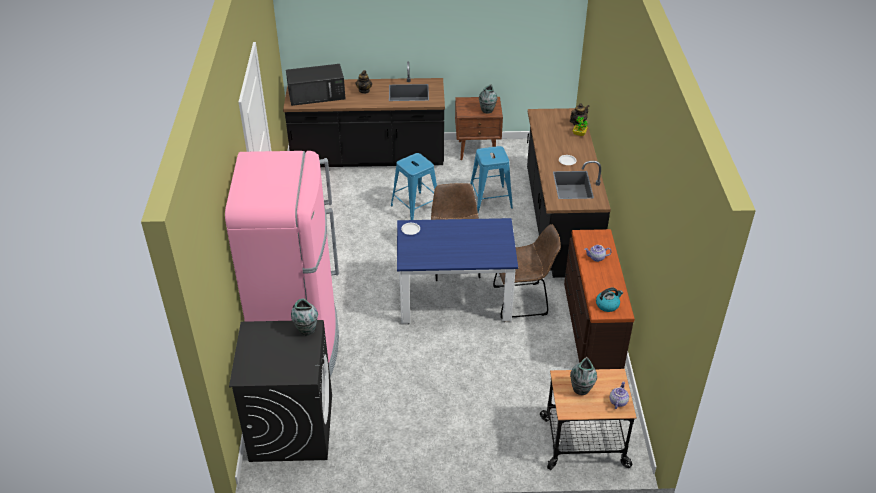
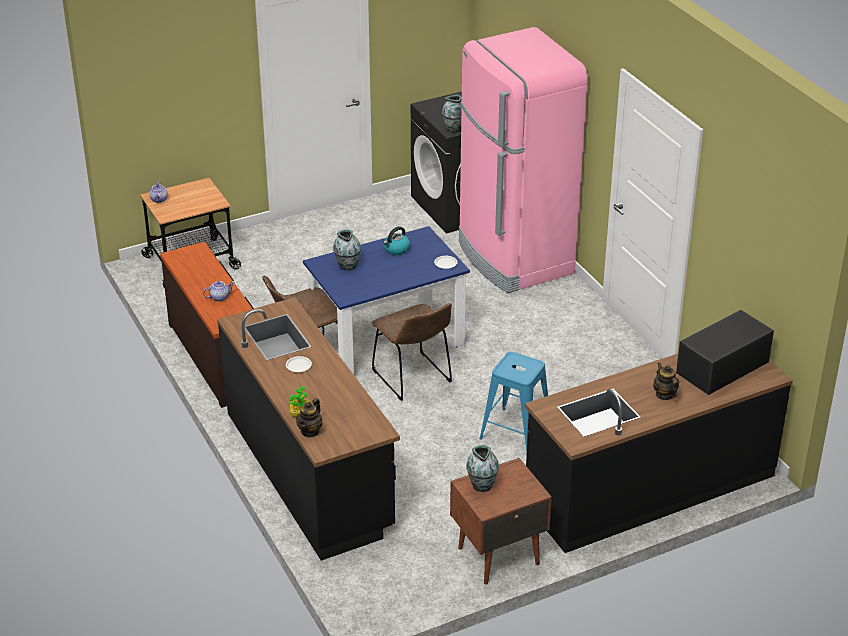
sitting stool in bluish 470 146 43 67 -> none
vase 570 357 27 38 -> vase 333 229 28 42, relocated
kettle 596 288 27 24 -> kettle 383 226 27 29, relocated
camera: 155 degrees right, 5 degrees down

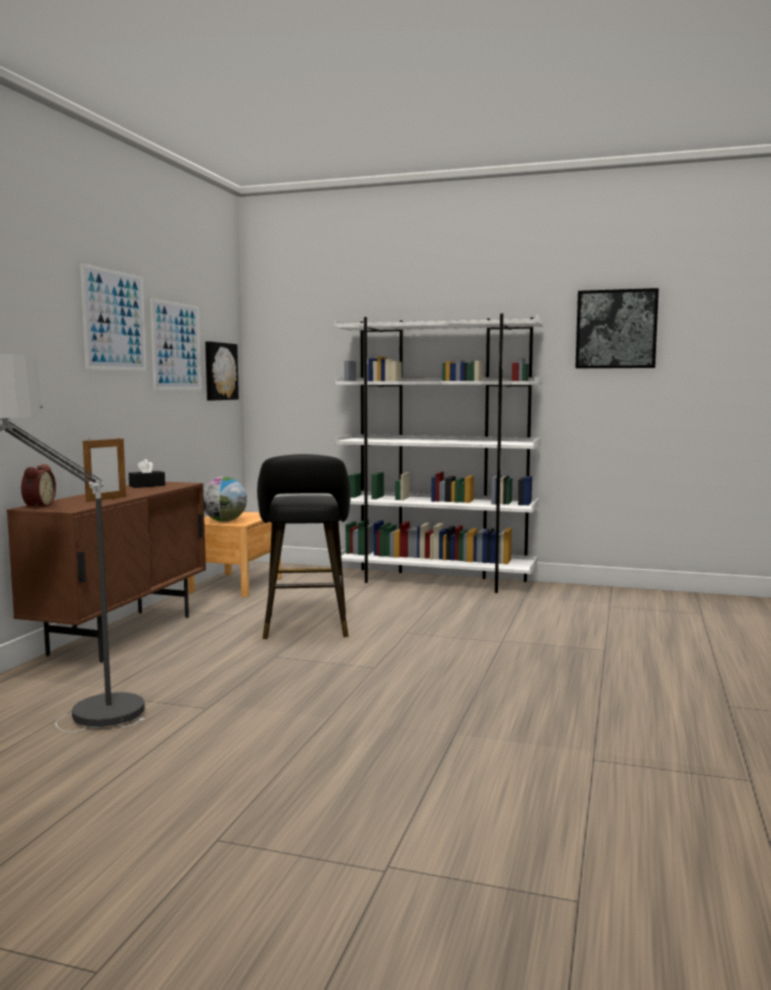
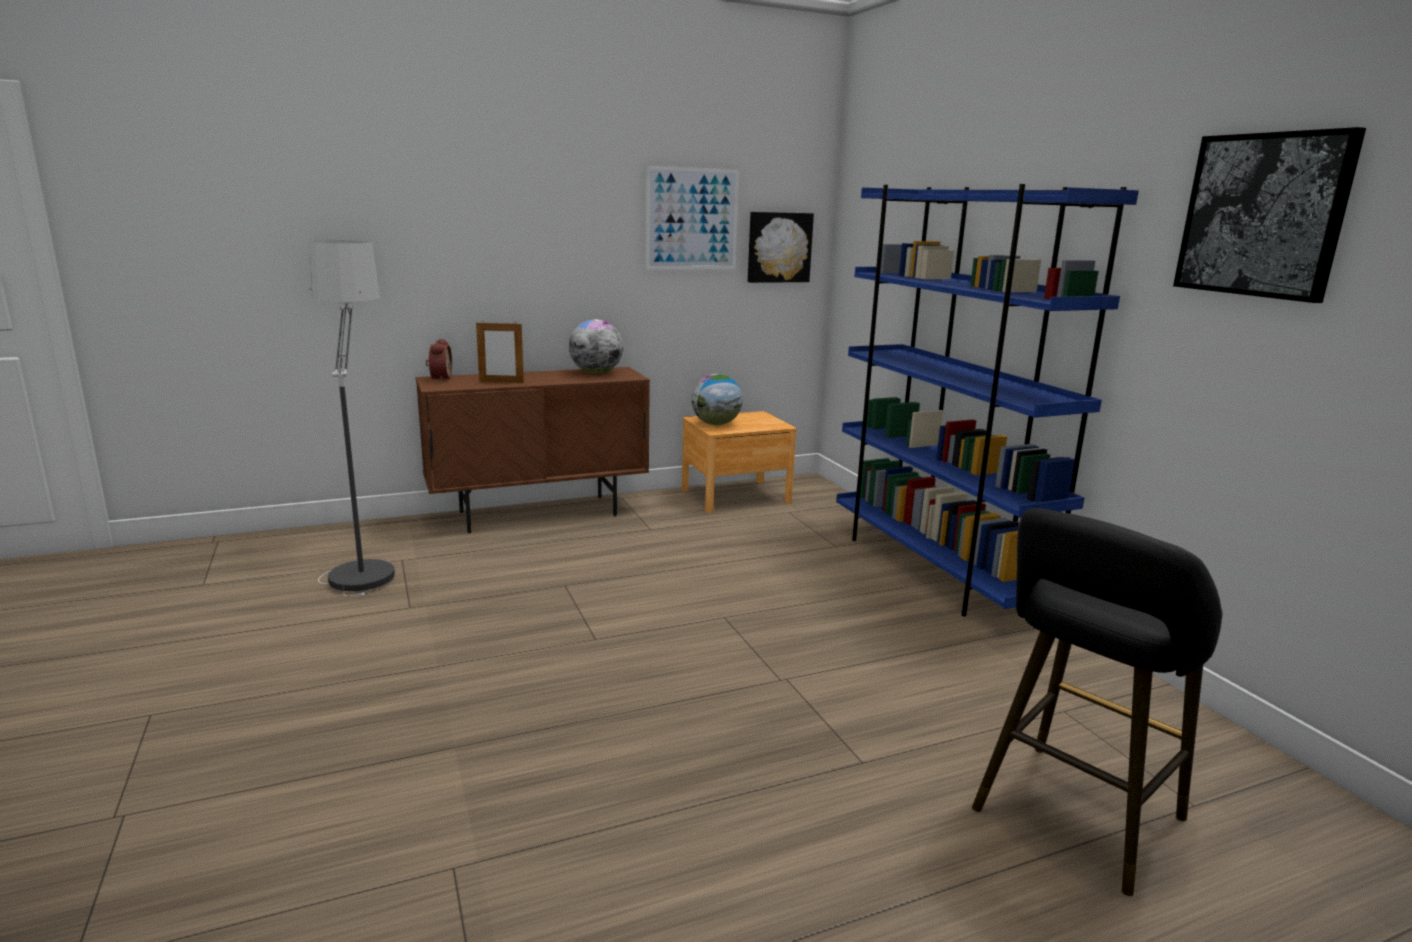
picture 80 263 67 108 -> none
sitting stool in black 257 454 94 185 -> sitting stool in black 972 508 251 388, relocated
tissue holder in black 129 459 36 29 -> globe 569 319 54 55
bookcase in whitish 334 313 210 280 -> bookcase in bluish 836 184 303 433
table clock 21 464 35 45 -> table clock 426 339 26 42, 60 degrees counterclockwise
camera: 50 degrees right, 10 degrees up

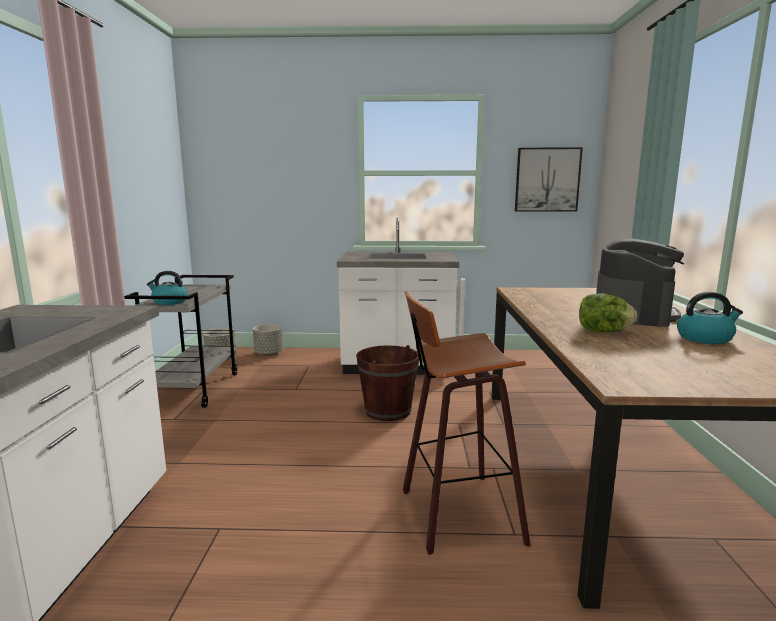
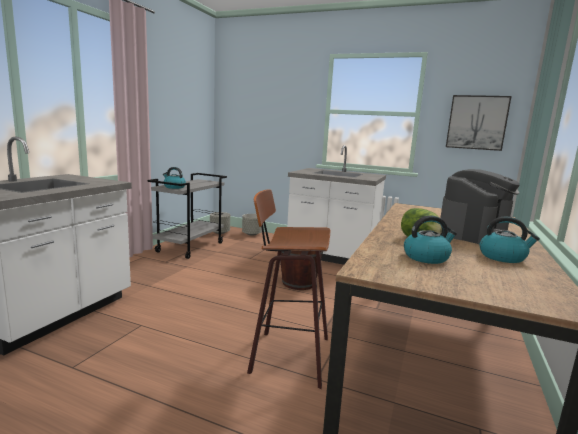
none -> kettle 404 215 53 49
camera: 20 degrees right, 0 degrees up

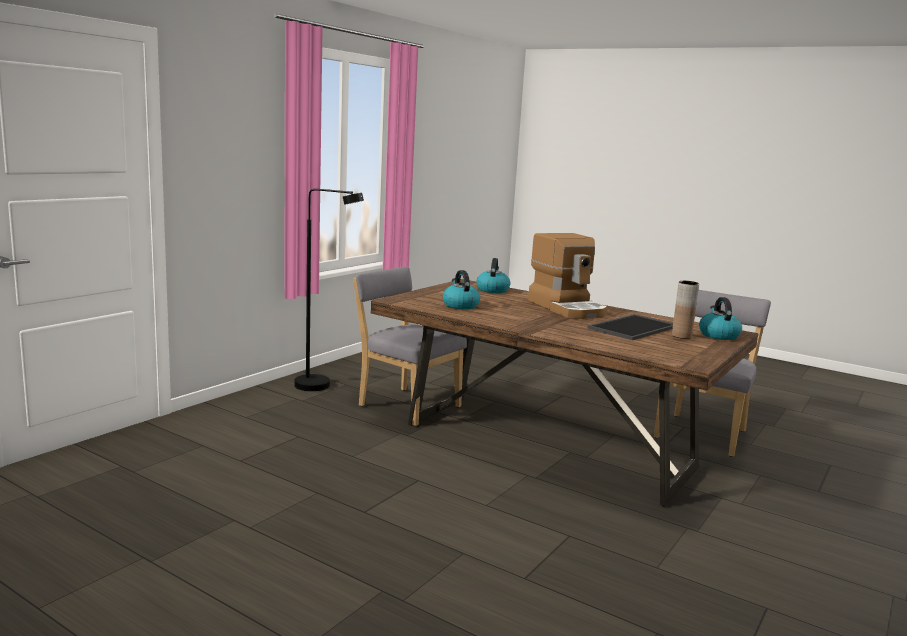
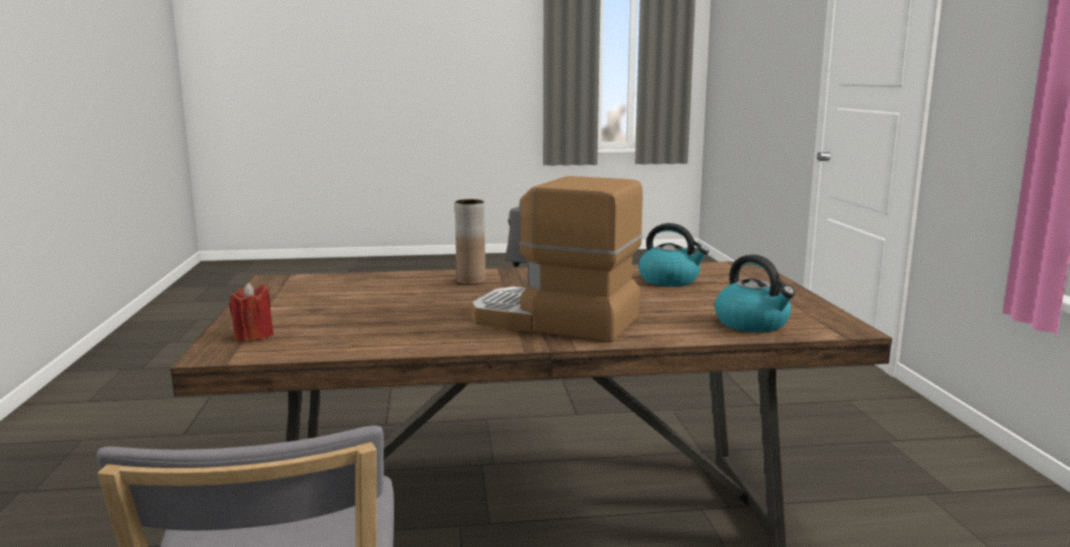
floor lamp in black 294 189 70 202 -> none
upright chair in grey 353 267 114 159 -> none
tray 587 314 86 26 -> none
vase in brown 672 281 27 58 -> vase in brown 455 199 30 86, relocated
kettle 699 297 43 43 -> wax light in red-coloured 229 282 45 60
camera: 140 degrees right, 0 degrees up

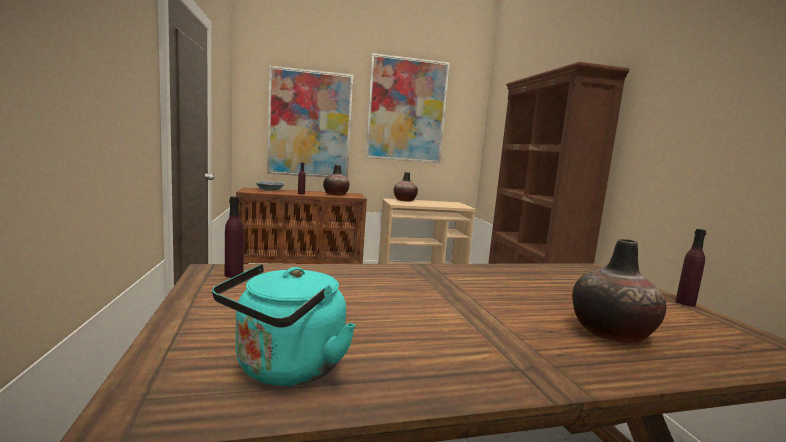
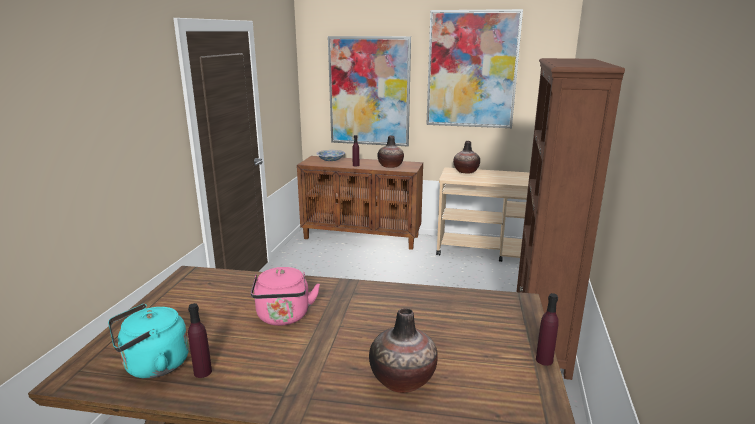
none -> kettle in pink 251 267 69 59
bottle in purple-coloured 225 196 19 82 -> bottle in purple-coloured 188 303 24 75, relocated
camera: 25 degrees right, 10 degrees up

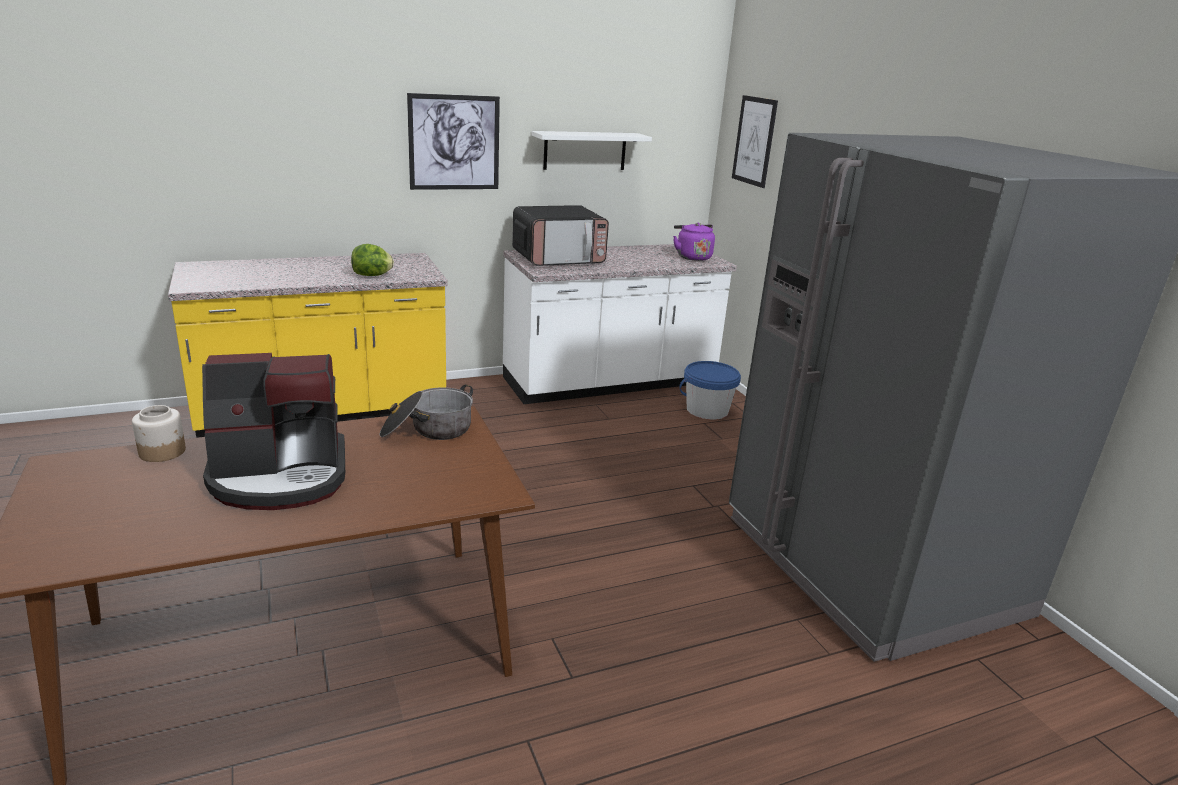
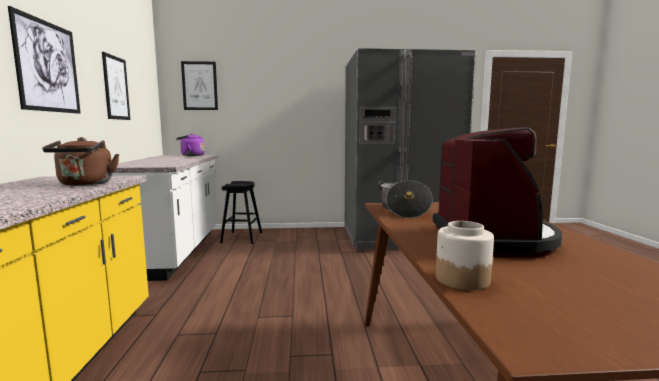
microwave 512 205 97 61 -> none
lettuce 351 244 43 32 -> kettle in brown 42 137 78 49
wall shelf in whitish 531 131 121 39 -> picture 102 52 28 68
water bucket in bluish 679 361 62 59 -> sitting stool in black 220 181 42 63
camera: 70 degrees left, 15 degrees down

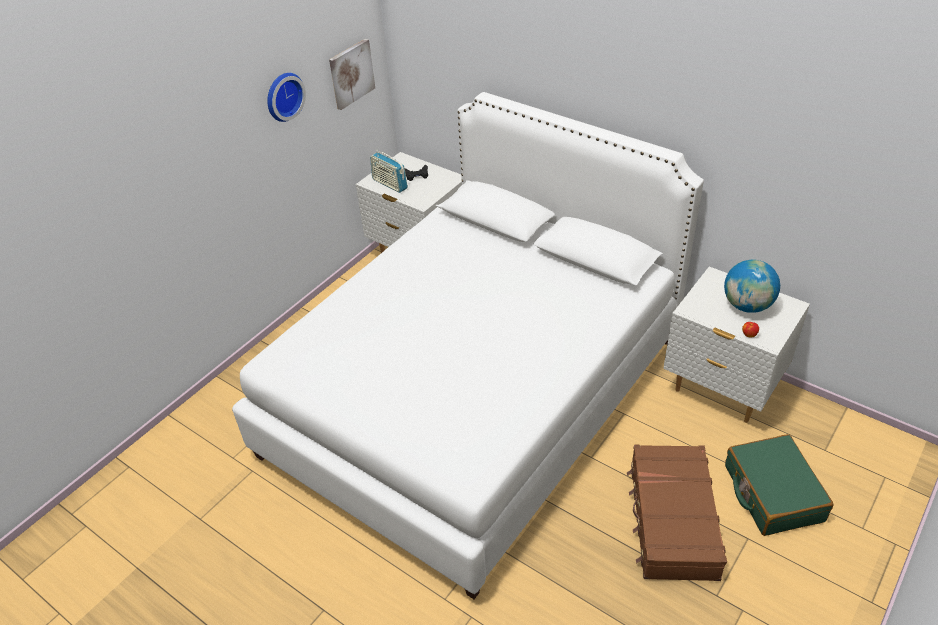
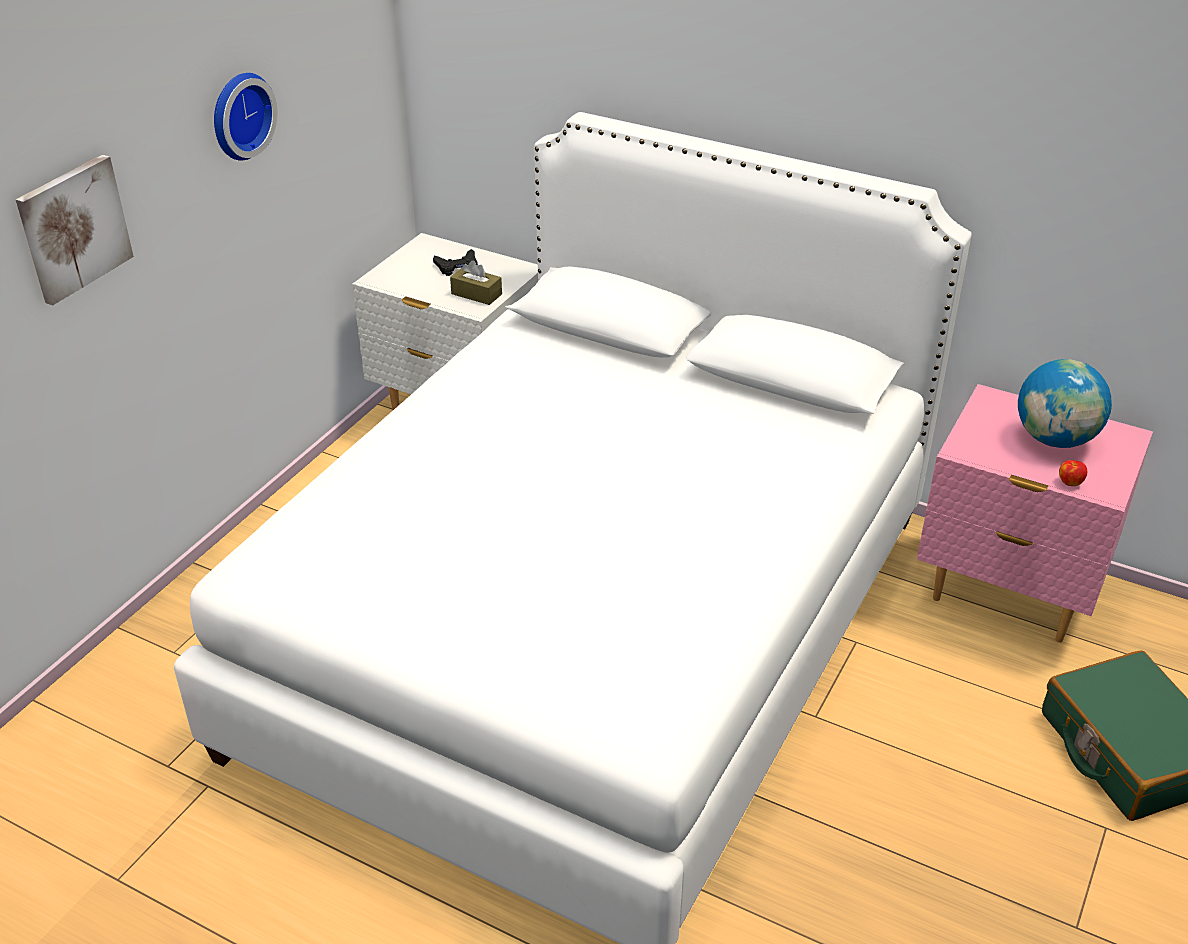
radio set 370 150 38 43 -> none
travel case in brown 627 445 100 136 -> none
none -> tissue holder in brown 450 260 52 45
picture 329 39 46 71 -> picture 16 155 118 150, relocated
bedside table in whitish 664 267 146 156 -> bedside table in pink 917 384 236 258
camera: 10 degrees left, 5 degrees down

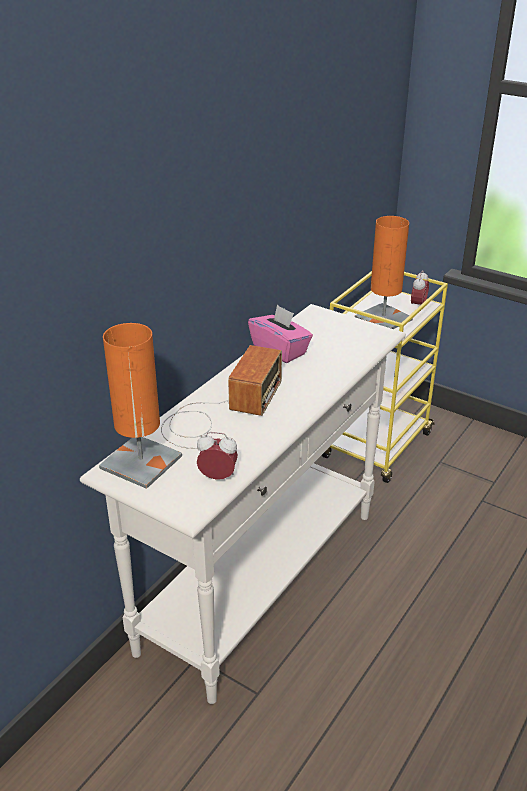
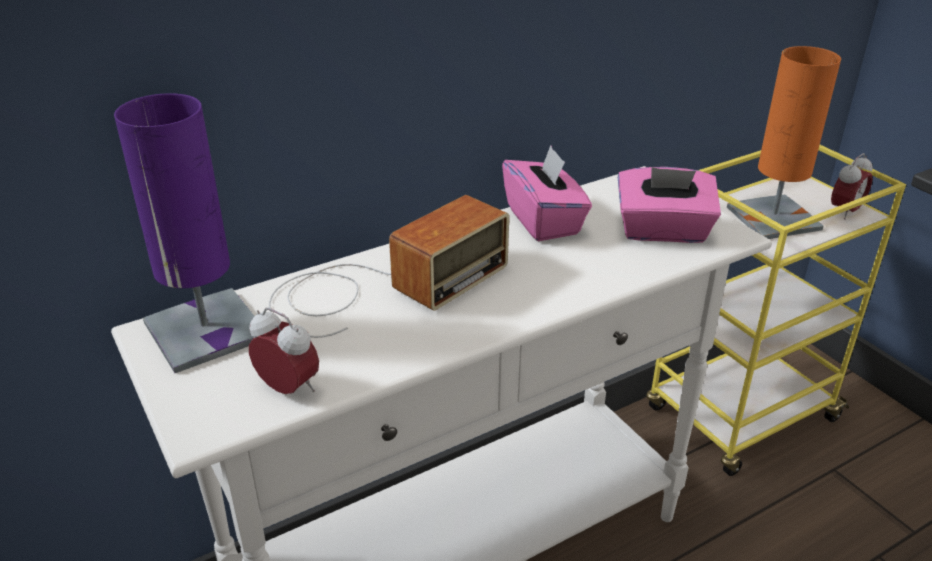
none -> tissue holder in pink 618 167 103 76
table lamp in orange-coloured 99 323 83 166 -> table lamp in purple-coloured 114 93 144 280
camera: 25 degrees right, 0 degrees up

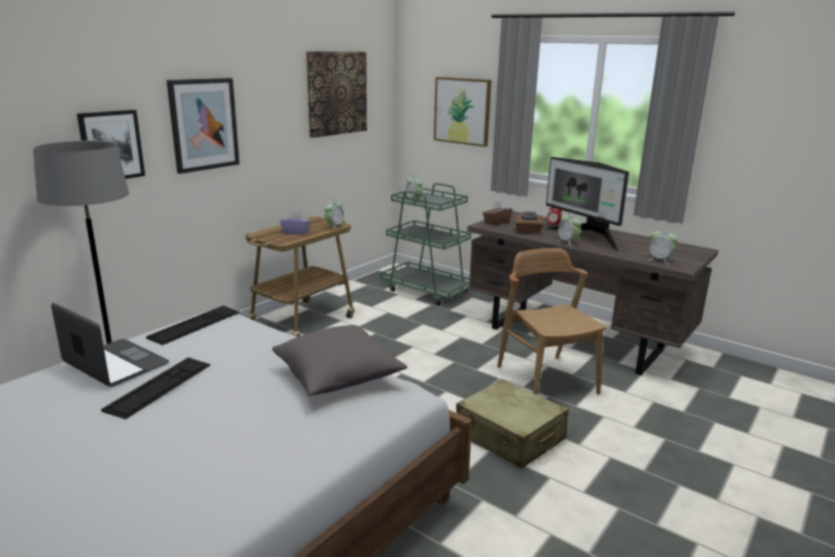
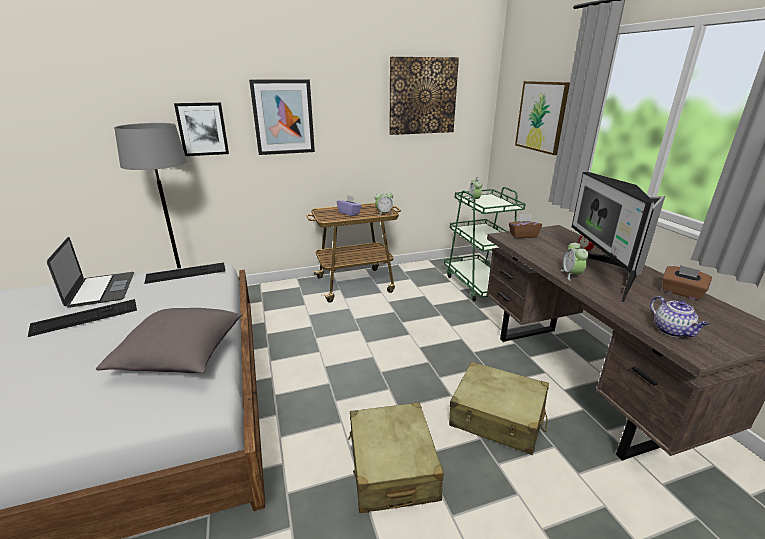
tissue holder in brown 515 211 29 23 -> tissue holder in brown 662 265 50 35, relocated
upright chair in brown 497 248 109 147 -> travel case in beige-coloured 449 362 100 93
table clock 647 228 31 36 -> tea pot 650 296 60 41
camera: 35 degrees right, 5 degrees up

